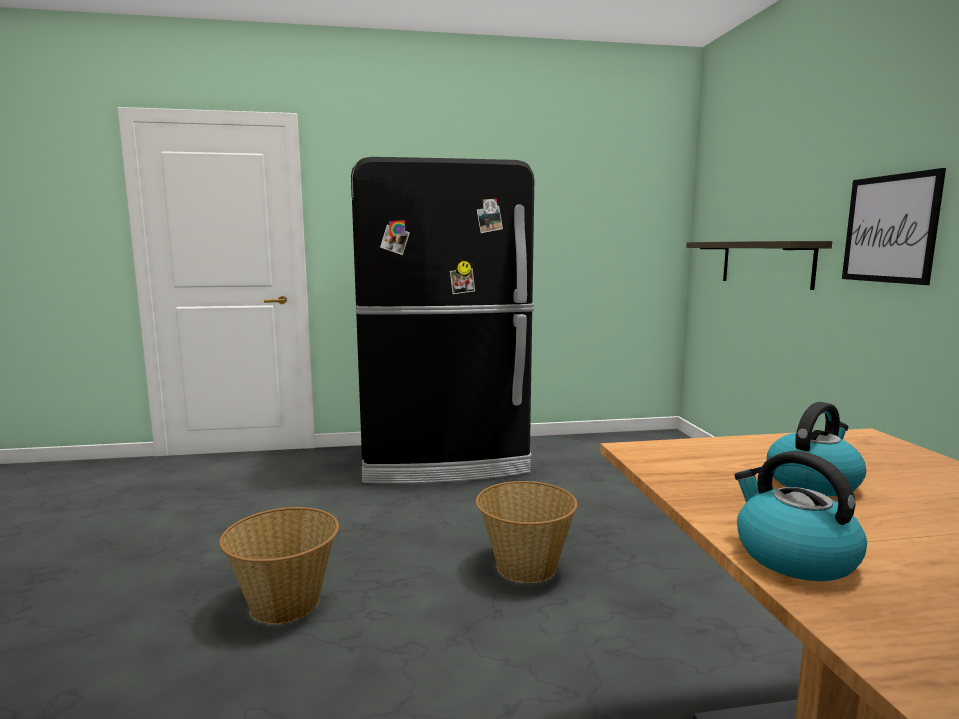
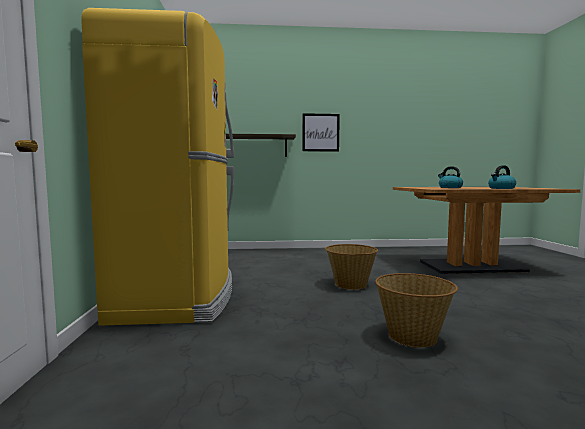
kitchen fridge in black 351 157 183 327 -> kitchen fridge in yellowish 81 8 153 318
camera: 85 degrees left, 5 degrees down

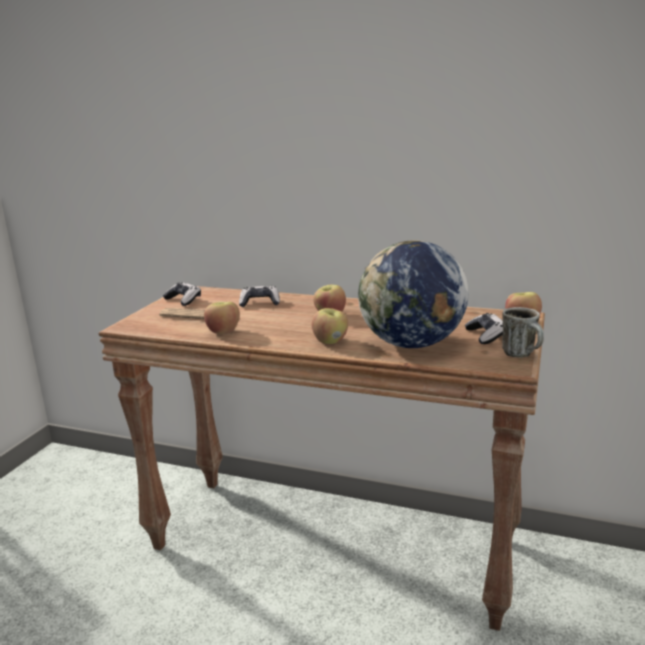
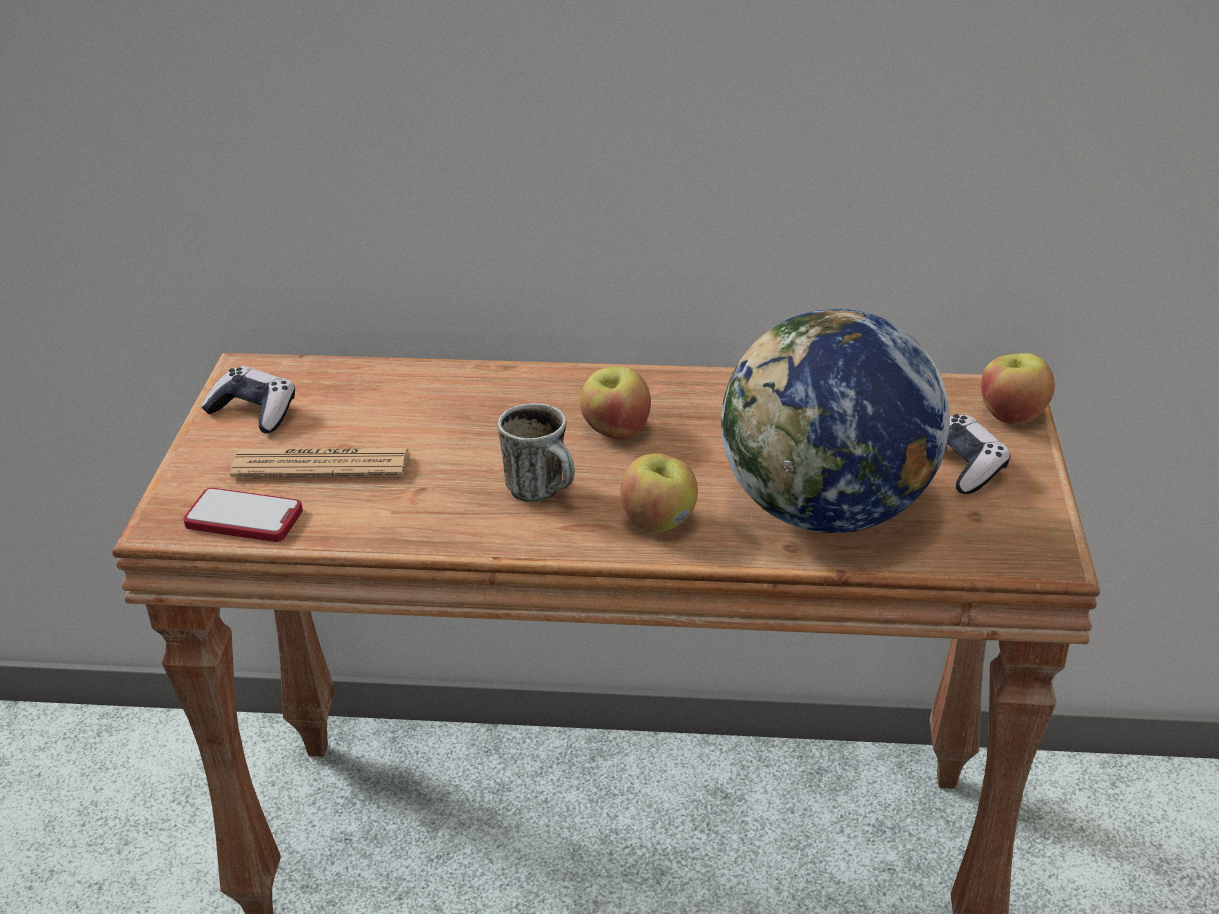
apple 204 301 36 33 -> none
joypad 239 286 41 21 -> none
none -> handset 183 488 120 54
coffee mug 502 307 42 51 -> coffee mug 498 403 77 99, relocated
camera: 15 degrees left, 15 degrees up

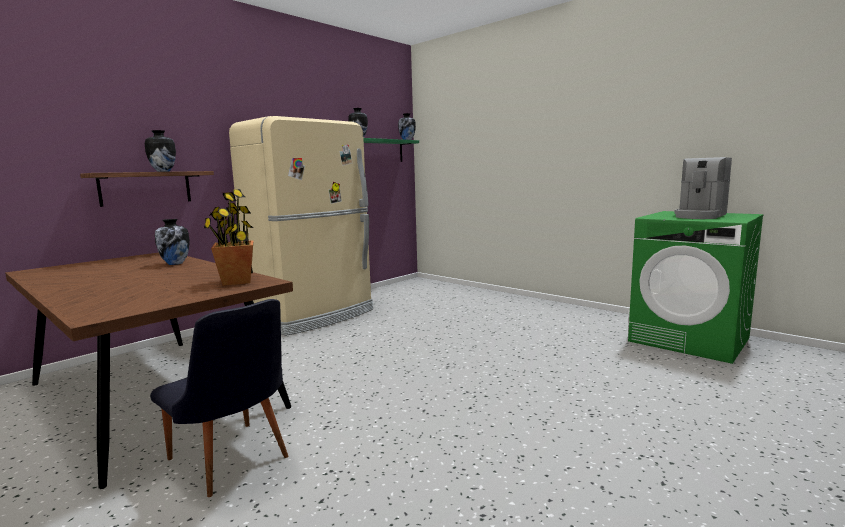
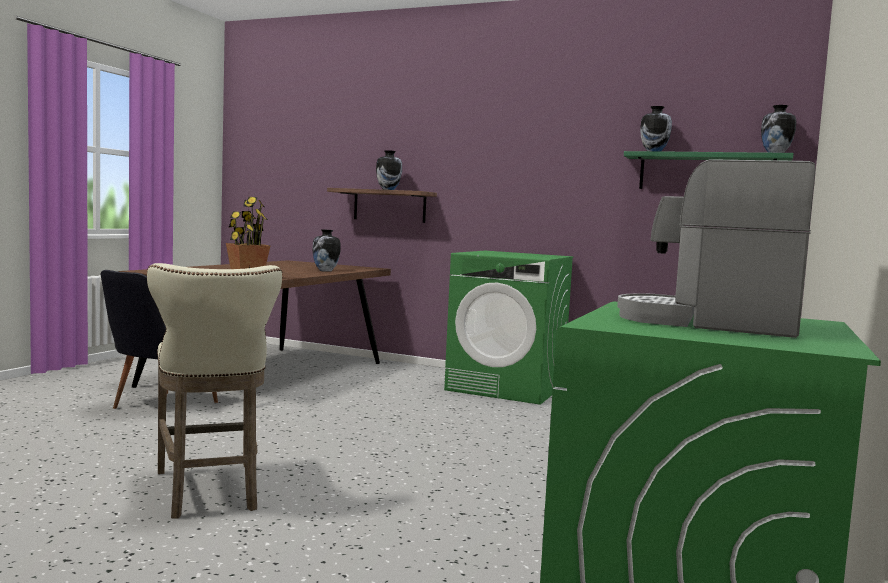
none -> sitting stool in beige-coloured 147 263 135 256
kitchen fridge in beige-coloured 229 116 144 220 -> washing machine in green 444 251 129 154
camera: 70 degrees right, 5 degrees down

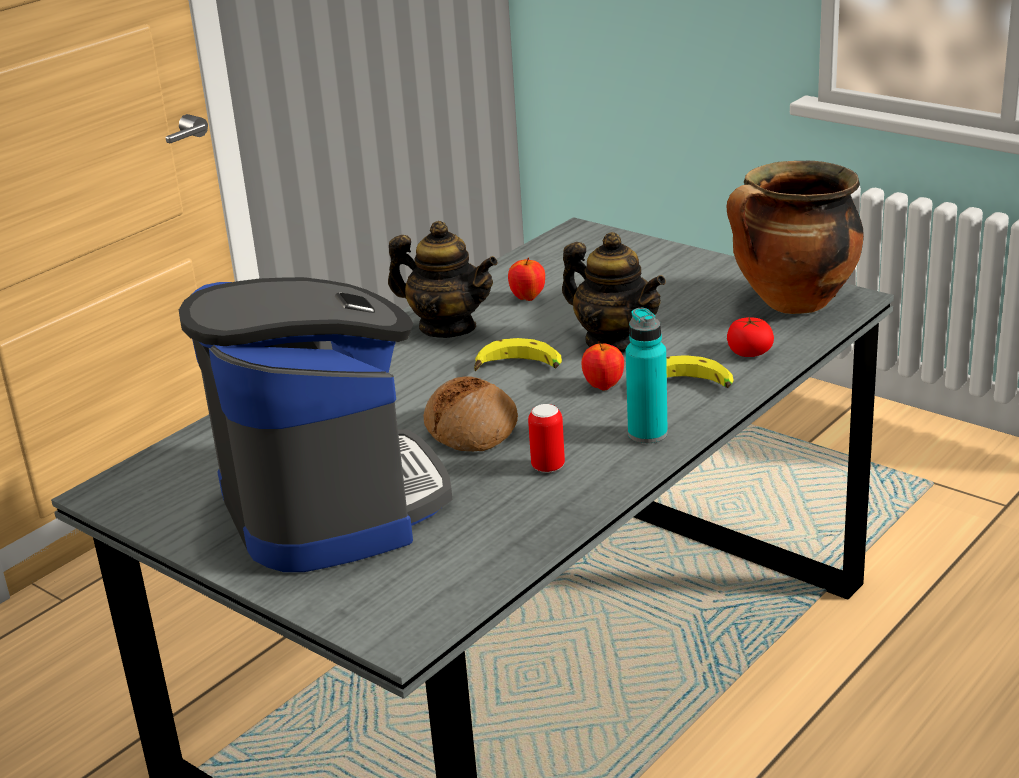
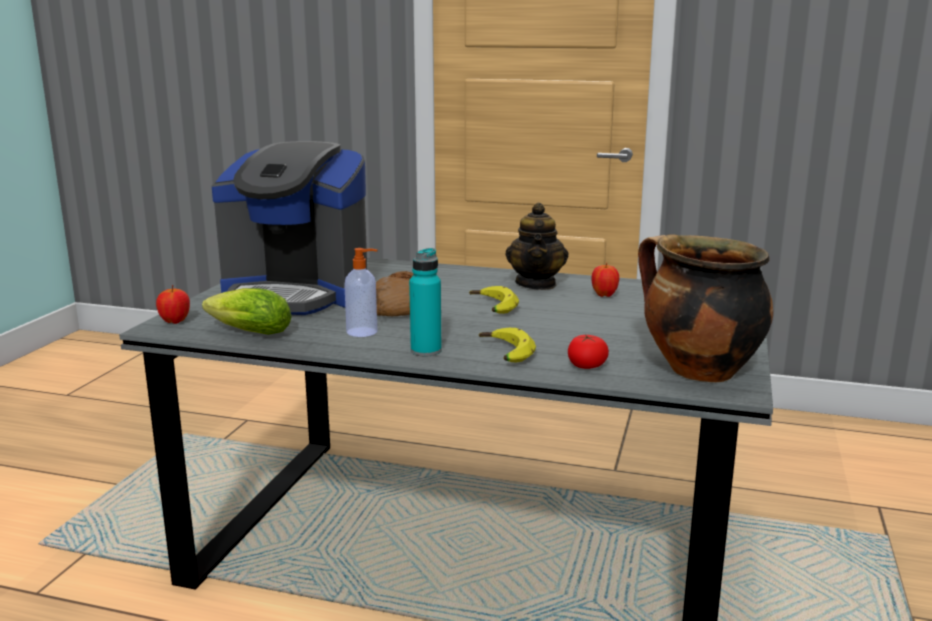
tea pot 562 232 104 121 -> none
none -> lettuce 202 288 90 47
apple 582 341 42 49 -> apple 156 285 34 39, relocated
metal can 528 404 37 69 -> liquid soap bottle 344 248 34 89
coffee maker 179 277 273 295 -> coffee maker 211 141 156 174, 60 degrees clockwise
camera: 65 degrees right, 10 degrees down

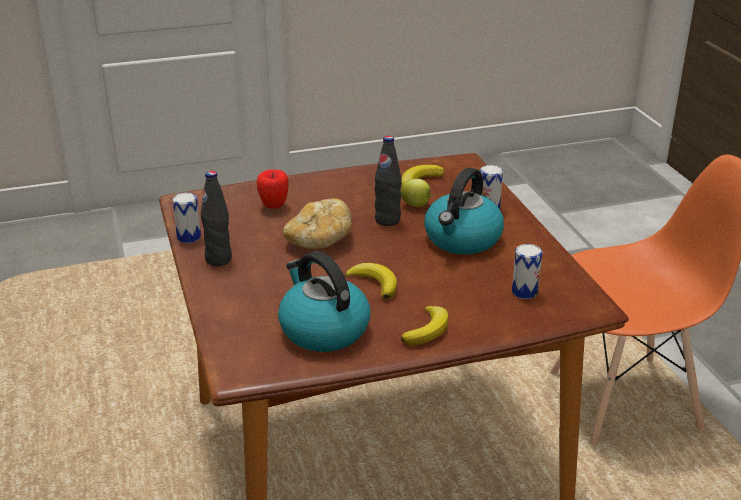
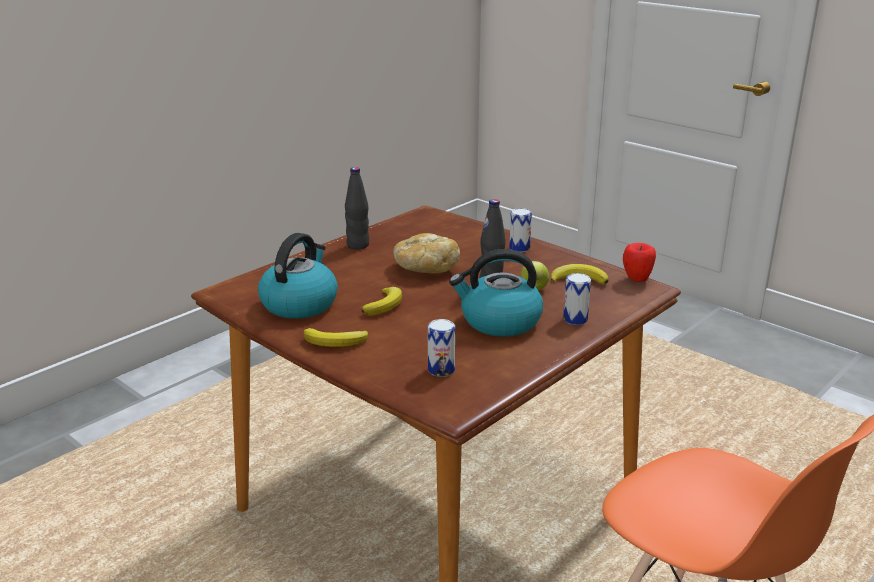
metal can 173 192 28 51 -> metal can 509 208 23 44, relocated
apple 257 169 32 40 -> apple 623 243 33 39, relocated
camera: 60 degrees right, 5 degrees down

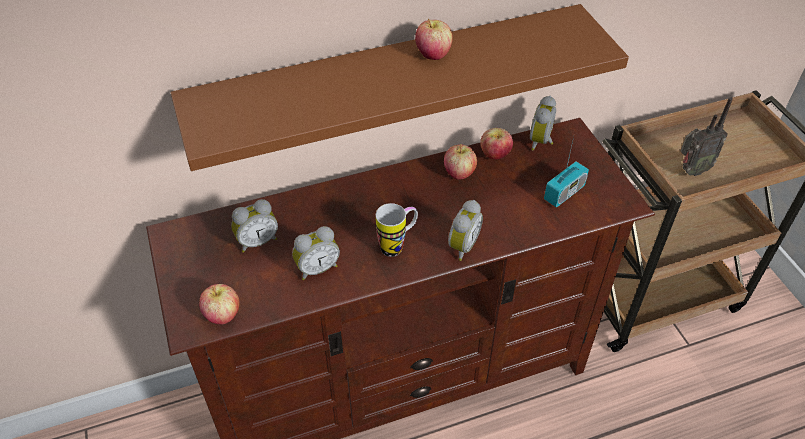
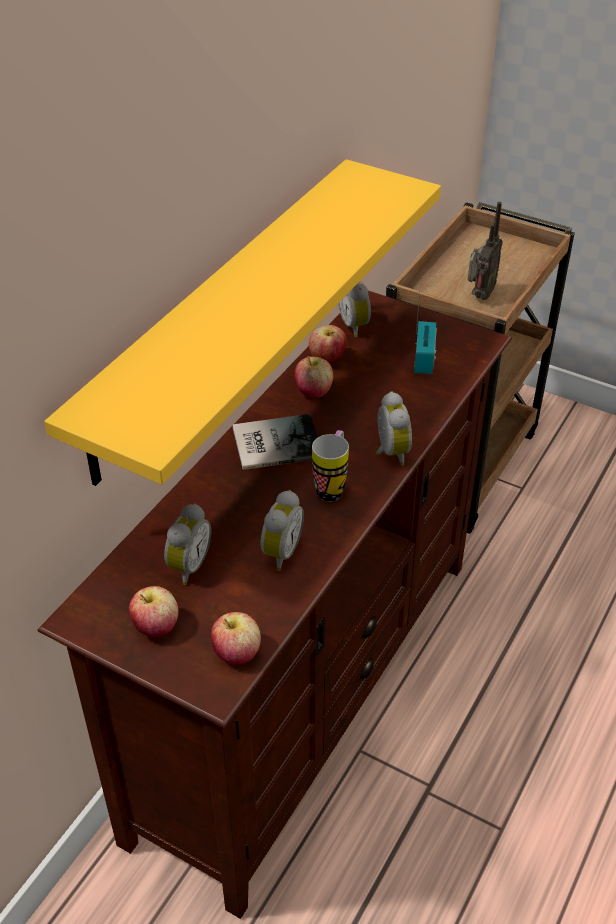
none -> volume 233 414 85 56
apple 415 19 38 41 -> apple 129 586 49 52, relocated
wall shelf in brown 171 4 458 167 -> wall shelf in yellowish 44 159 397 327
camera: 40 degrees left, 5 degrees down

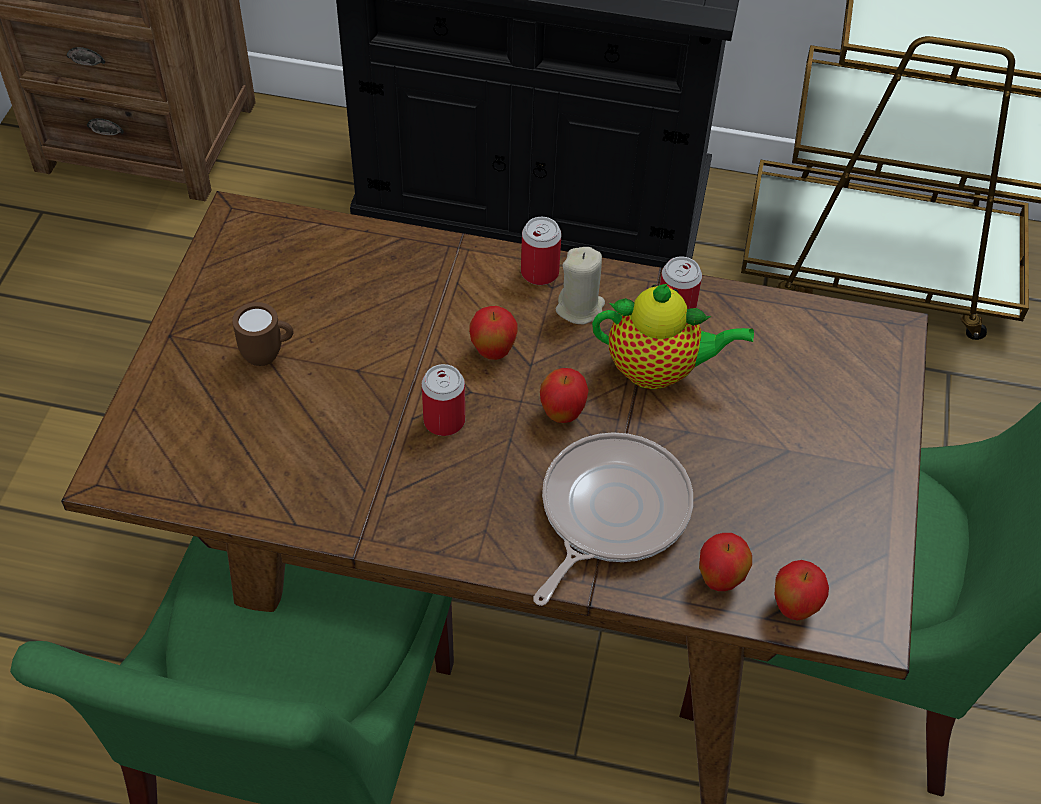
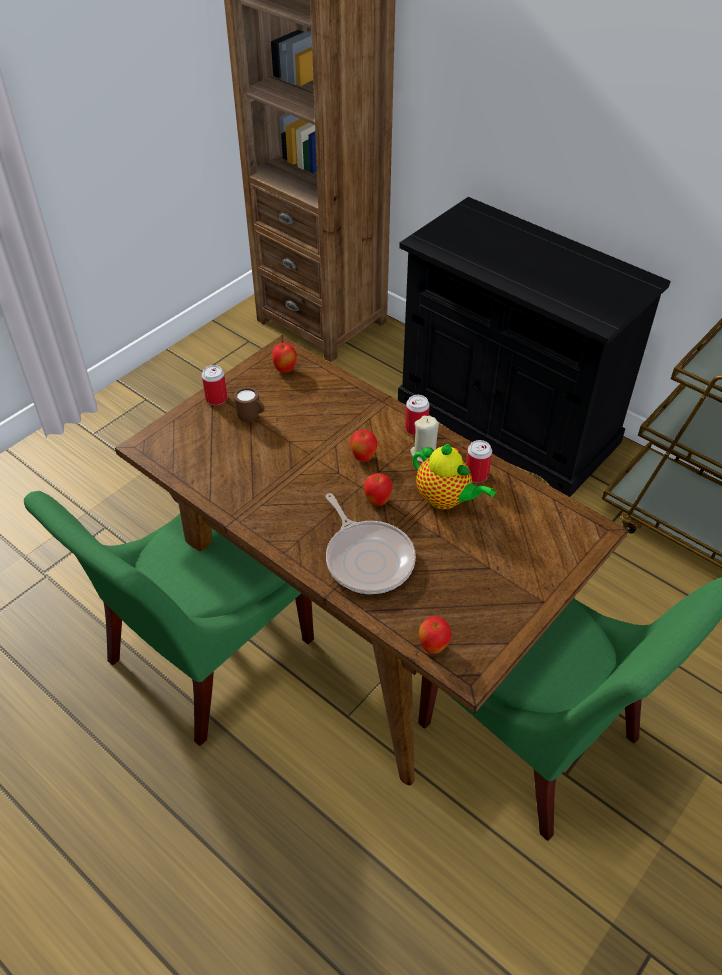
metal can 422 364 43 72 -> metal can 202 365 26 40, relocated
apple 699 533 53 58 -> apple 271 343 26 30, relocated
pan 534 432 159 174 -> pan 326 493 90 101, 90 degrees clockwise
camera: 30 degrees right, 5 degrees down

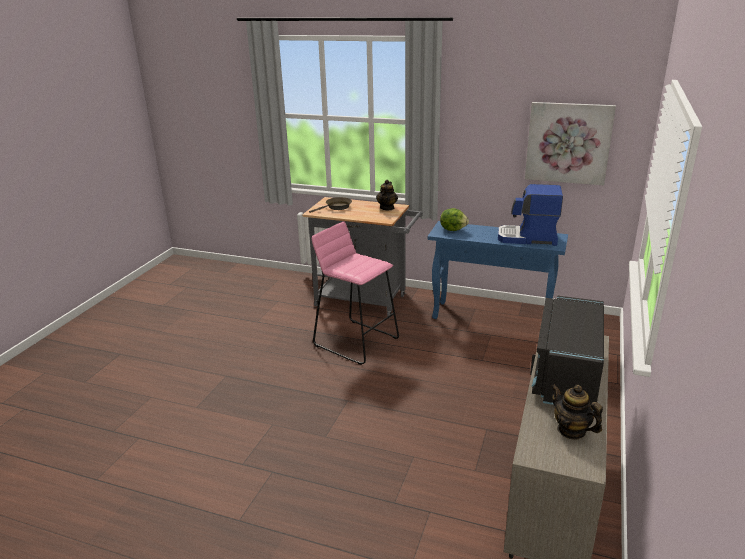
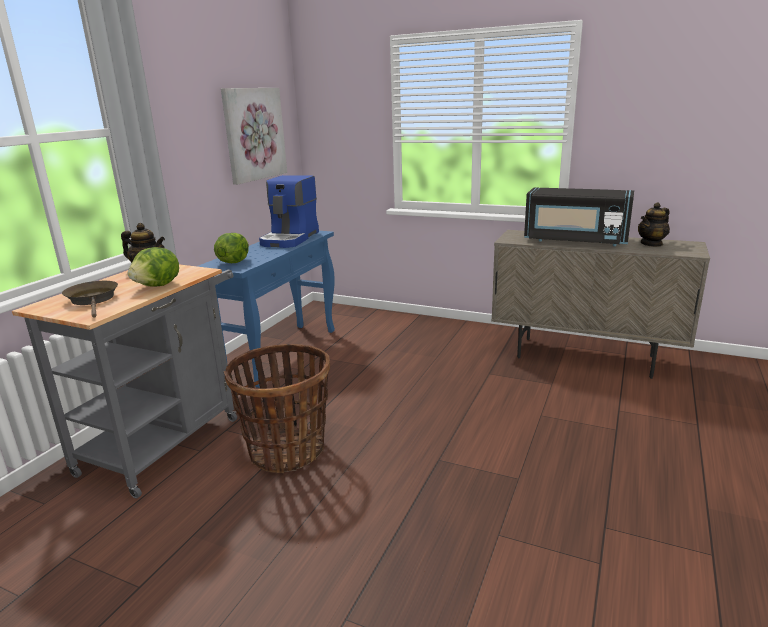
none -> lettuce 128 247 51 40
sitting stool in pink 312 222 87 143 -> basket 224 344 106 130
camera: 85 degrees left, 5 degrees down

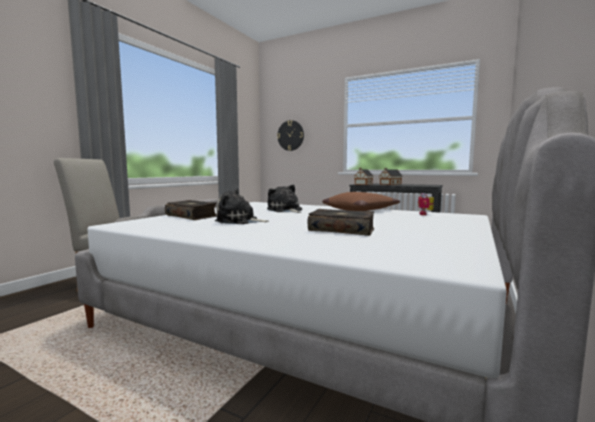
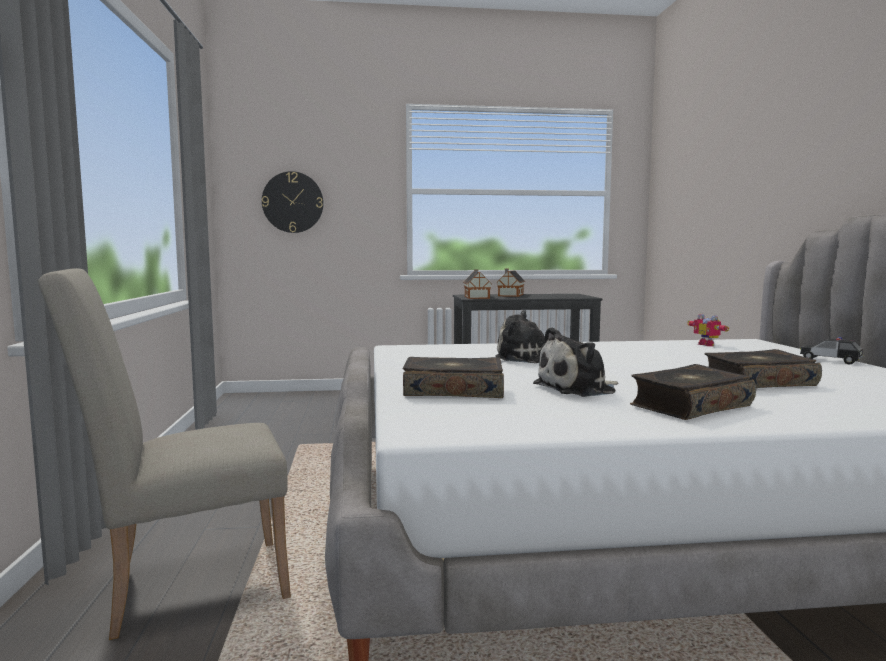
cushion in brown 322 192 78 19 -> none
none -> volume 630 364 126 56
none -> model car 800 337 64 27
camera: 35 degrees left, 0 degrees up

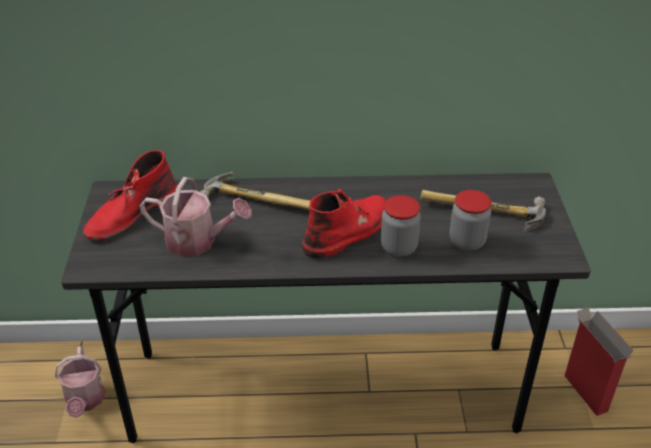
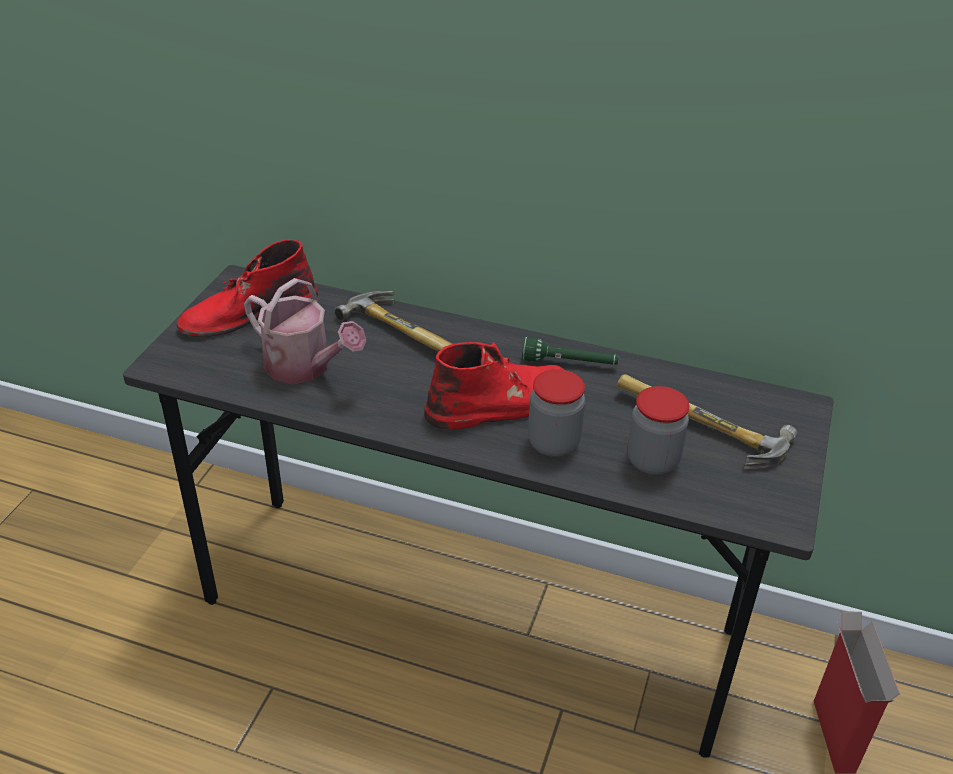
sprinkling can 55 346 51 72 -> none
none -> torch in green 522 337 97 28
camera: 20 degrees right, 0 degrees up

